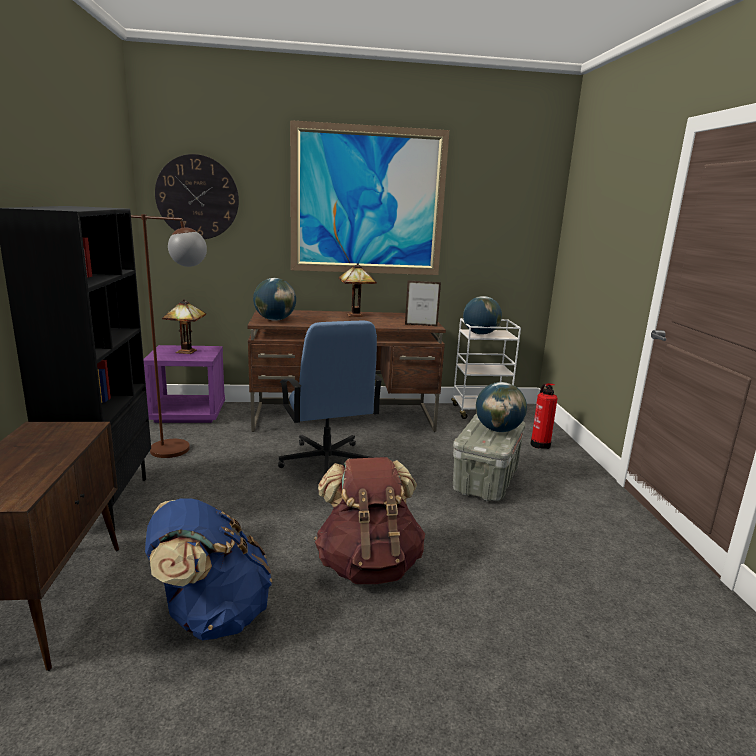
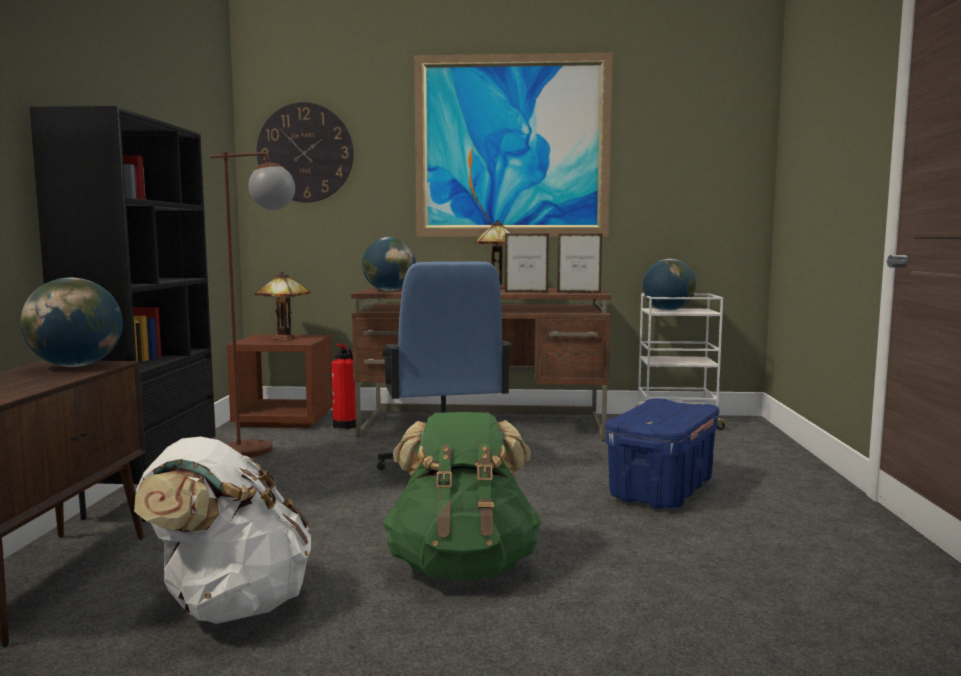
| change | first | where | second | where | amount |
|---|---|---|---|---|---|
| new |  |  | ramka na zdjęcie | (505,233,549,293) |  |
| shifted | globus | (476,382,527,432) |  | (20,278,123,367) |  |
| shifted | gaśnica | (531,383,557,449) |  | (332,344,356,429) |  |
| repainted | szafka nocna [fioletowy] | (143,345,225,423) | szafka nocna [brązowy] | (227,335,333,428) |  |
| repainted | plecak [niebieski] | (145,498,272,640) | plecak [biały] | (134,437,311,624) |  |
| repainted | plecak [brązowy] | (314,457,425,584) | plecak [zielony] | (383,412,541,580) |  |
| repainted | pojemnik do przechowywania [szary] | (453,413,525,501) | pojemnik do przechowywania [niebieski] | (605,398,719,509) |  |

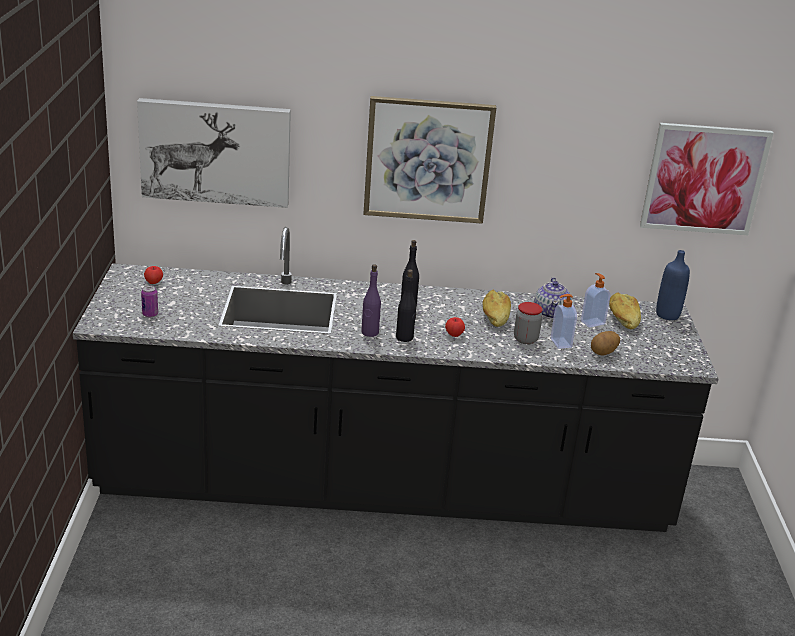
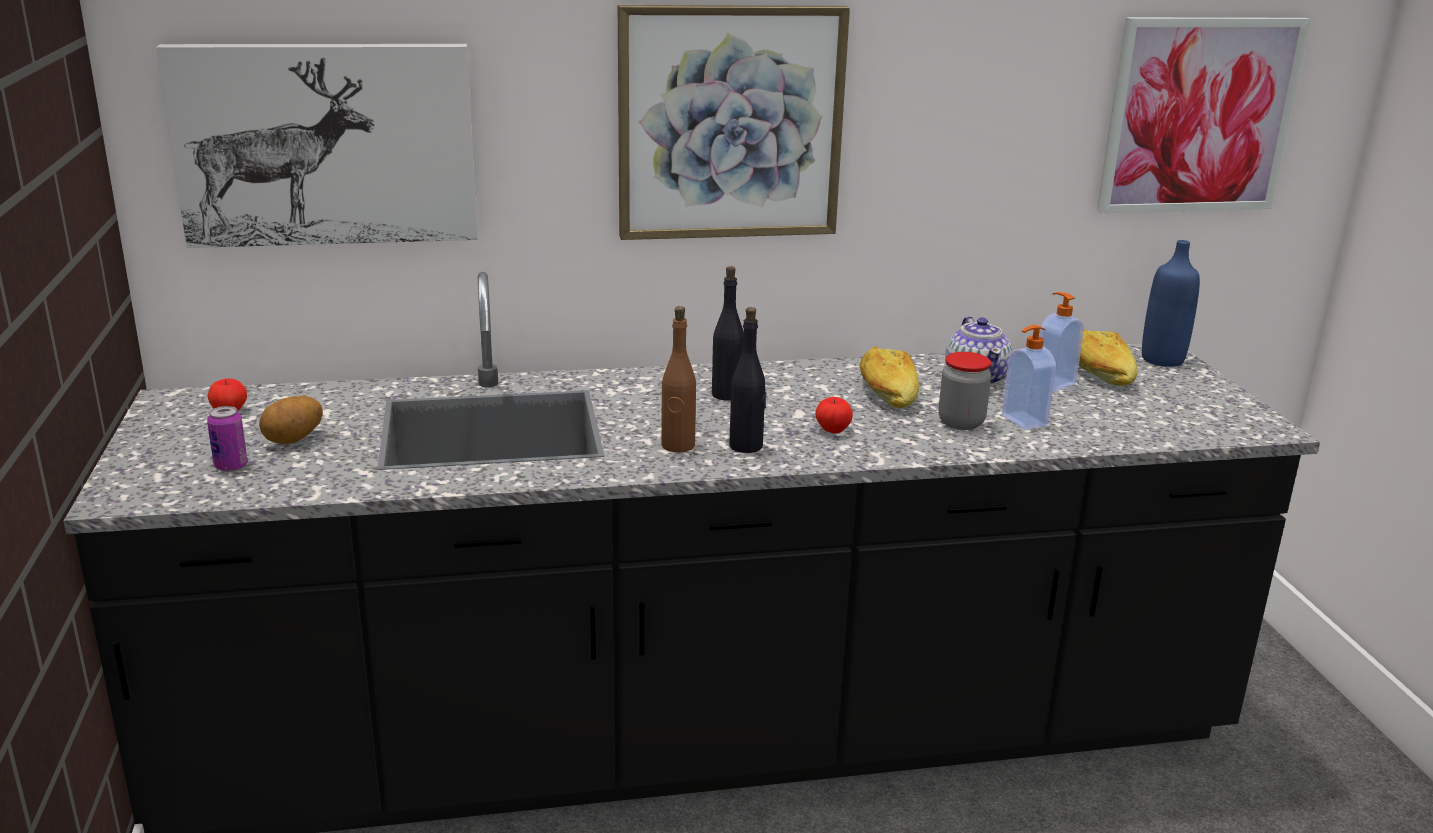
| change | first | where | second | where | amount |
|---|---|---|---|---|---|
| shifted | ziemniak | (591,331,620,355) |  | (259,396,323,444) |  |
| repainted | butelka [fioletowy] | (361,264,381,337) | butelka [brązowy] | (661,306,696,453) |  |

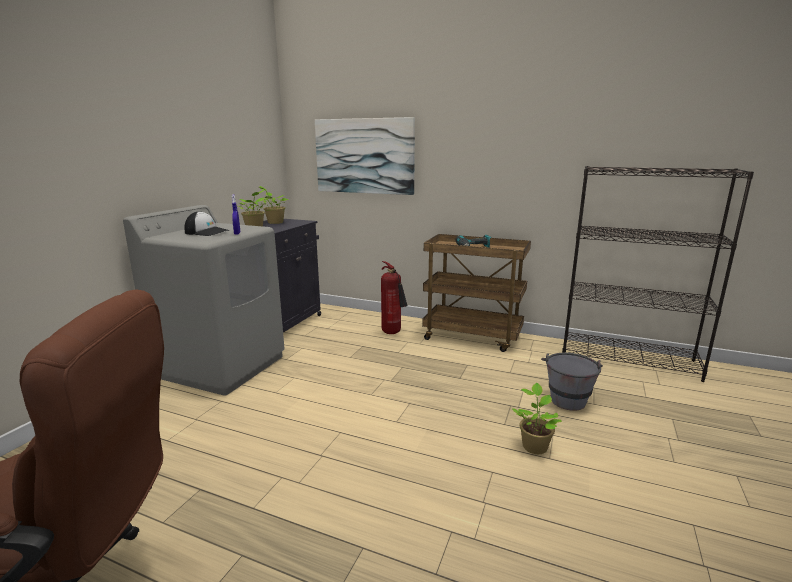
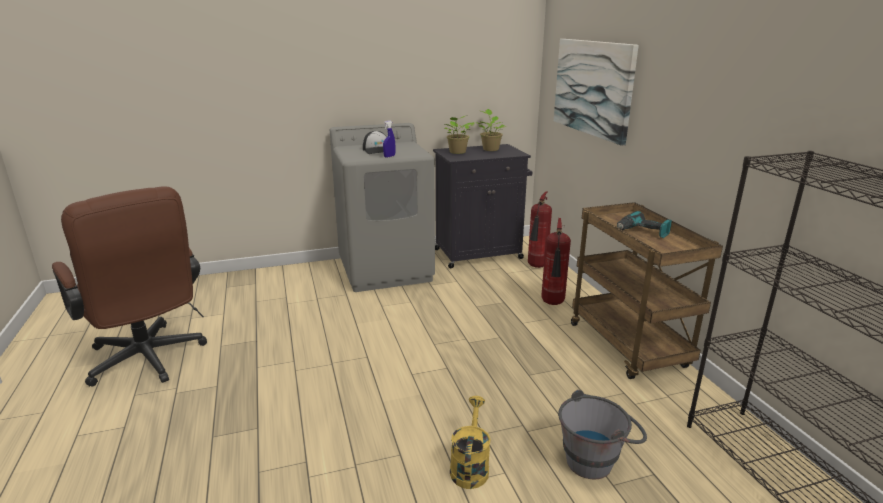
| change | first | where | second | where | amount |
|---|---|---|---|---|---|
| new |  |  | gaśnica | (528,191,552,268) |  |
| swapped | roślina doniczkowa | (512,383,562,454) | konewka [żółty] | (450,396,491,489) |  |

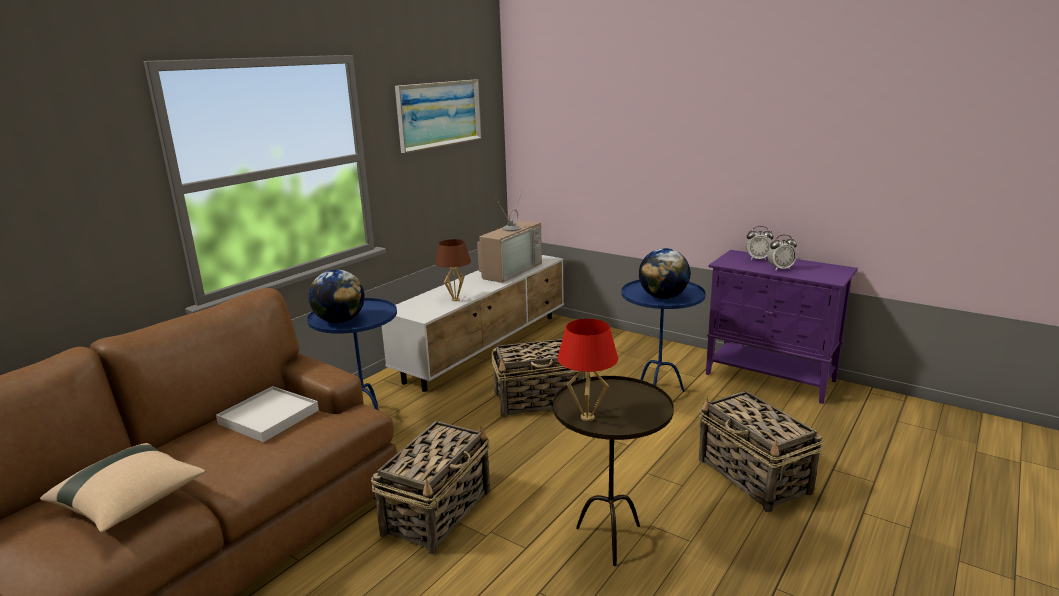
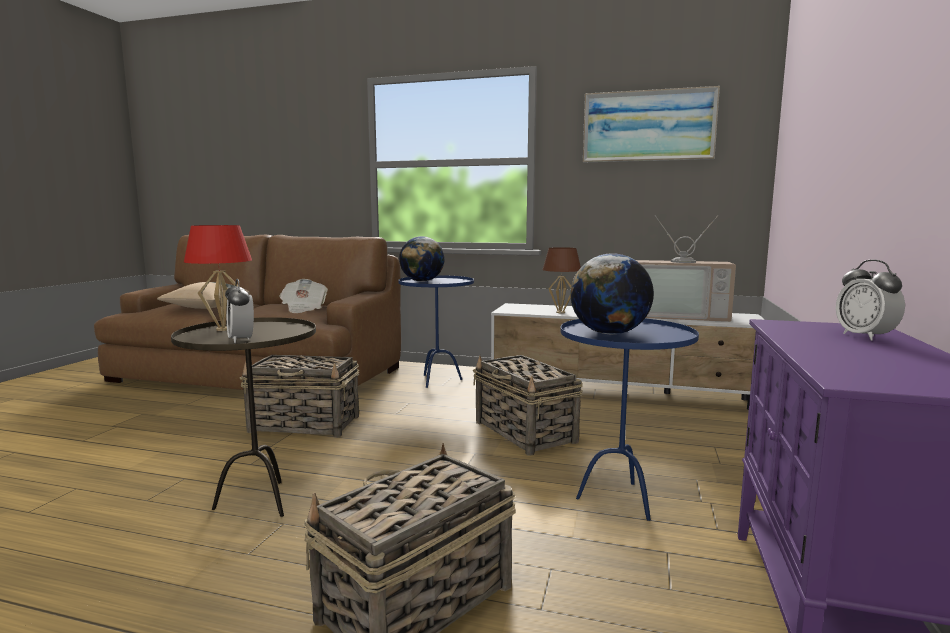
| change | first | where | second | where | amount |
|---|---|---|---|---|---|
| shifted | budzik | (768,234,797,271) |  | (225,279,254,343) |  |
| swapped | taca [biały] | (216,386,319,442) | gazeta | (279,279,328,313) |  |

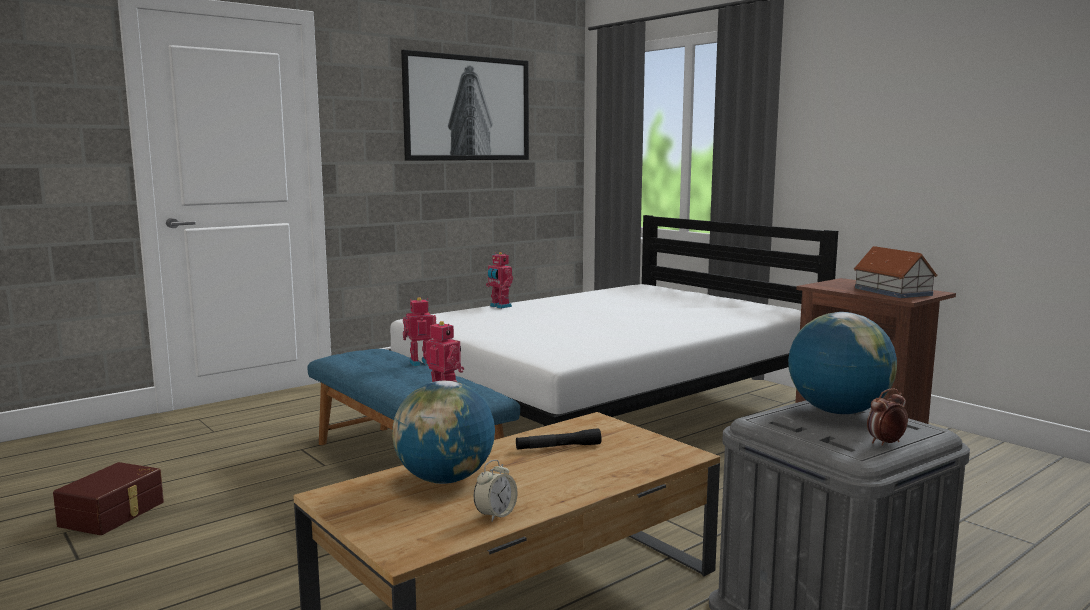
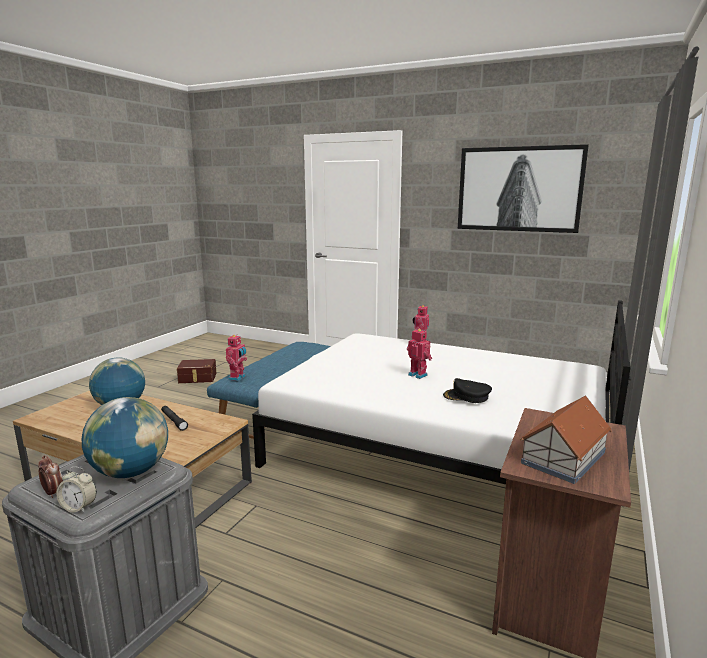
| change | first | where | second | where | amount |
|---|---|---|---|---|---|
| new |  |  | czapka z daszkiem [czarny] | (443,378,492,403) |  |
| shifted | robot zabawkowy | (403,297,436,367) |  | (407,328,432,379) |  |
| shifted | budzik | (474,460,517,522) |  | (56,467,97,513) |  |

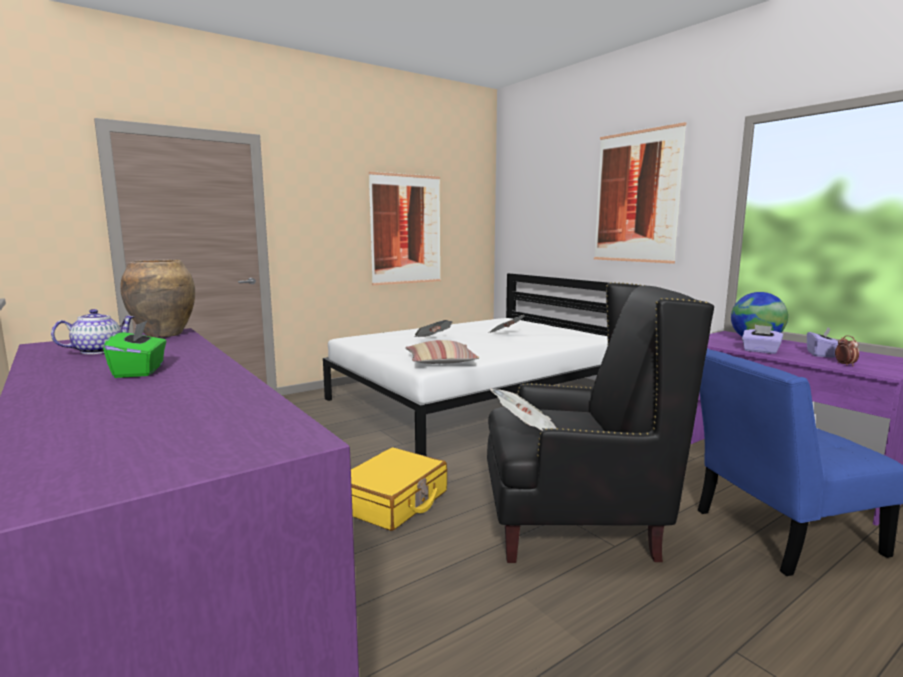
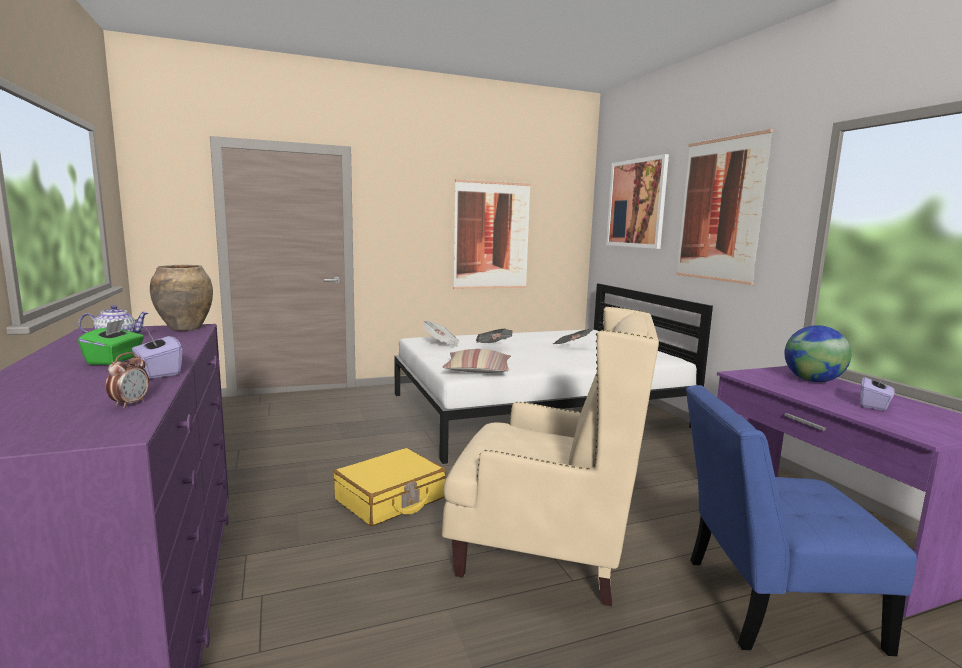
| change | first | where | second | where | amount |
|---|---|---|---|---|---|
| new |  |  | obraz | (606,154,669,249) |  |
| shifted | gazeta | (490,388,556,431) |  | (423,321,459,347) |  |
| shifted | pudełko chusteczek [fioletowy] | (742,325,783,354) |  | (132,328,182,379) |  |
| shifted | budzik | (835,335,859,367) |  | (106,352,149,408) |  |
| repainted | fotel [czarny] | (487,282,714,563) | fotel [beżowy] | (442,306,659,606) |  |

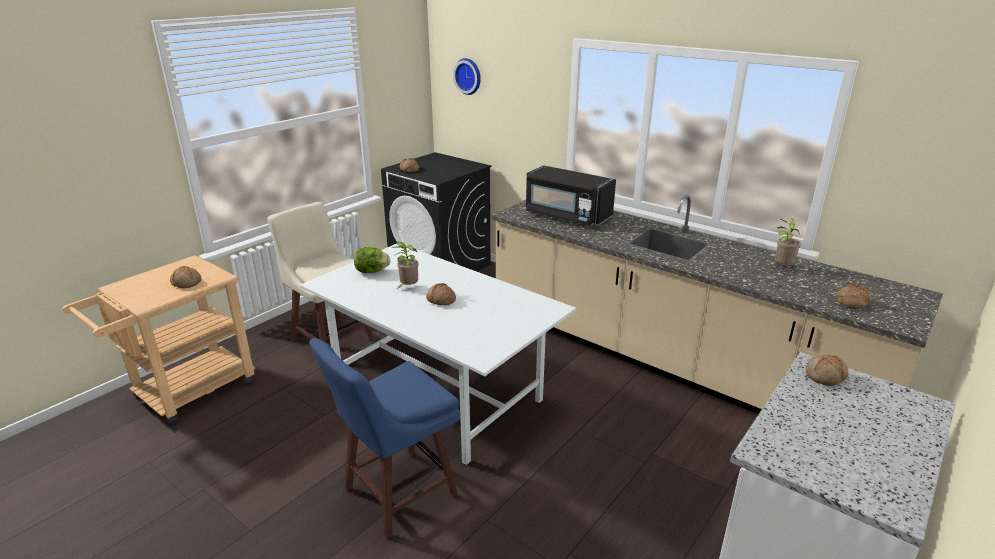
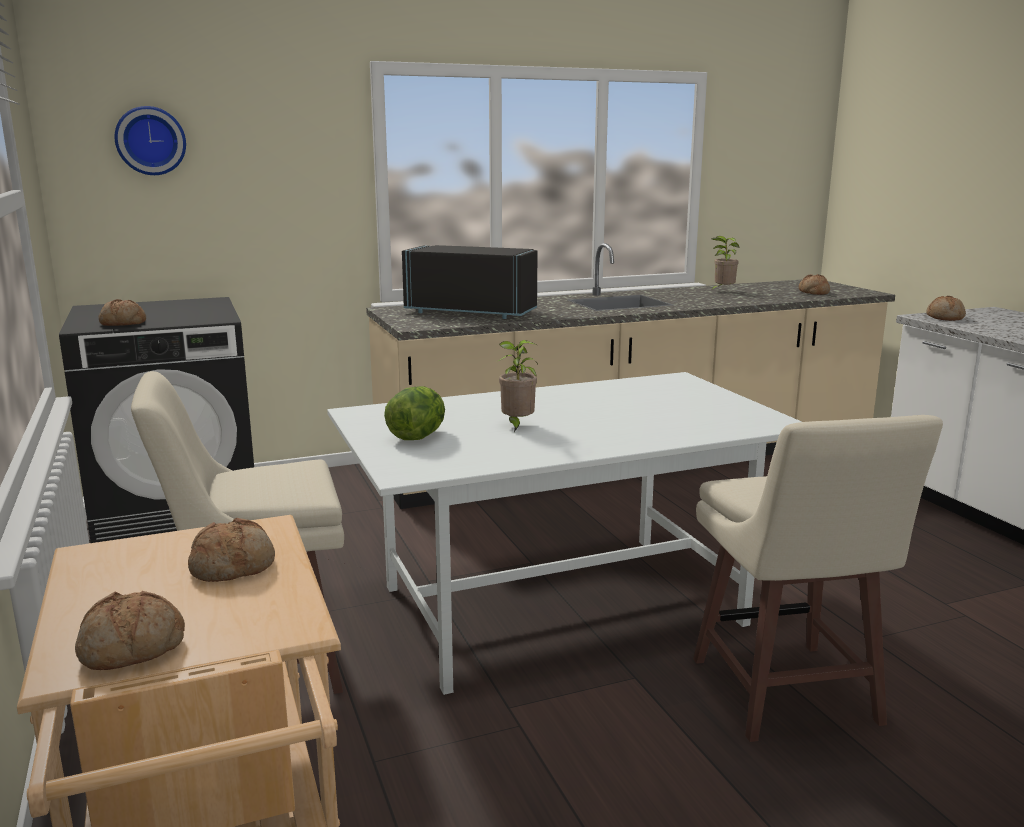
| change | first | where | second | where | amount |
|---|---|---|---|---|---|
| shifted | chleb | (426,283,456,305) |  | (75,591,185,670) |  |
| repainted | stołek [niebieski] | (309,338,460,539) | stołek [beżowy] | (693,415,943,742) |  |
| rotated | mikrofalówka [czarny] | (526,165,616,226) |  | (402,245,538,319) | 135 degrees counterclockwise |

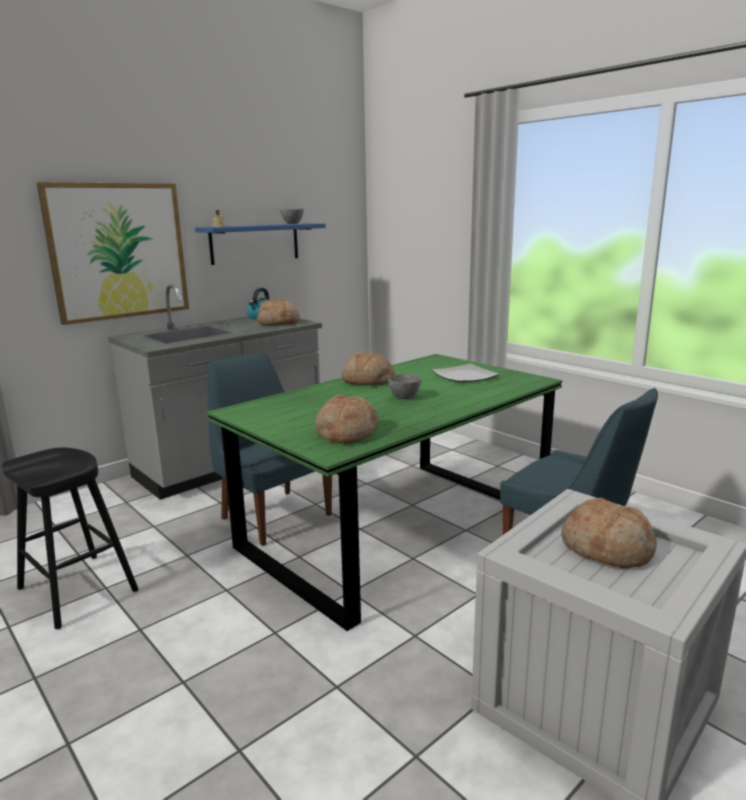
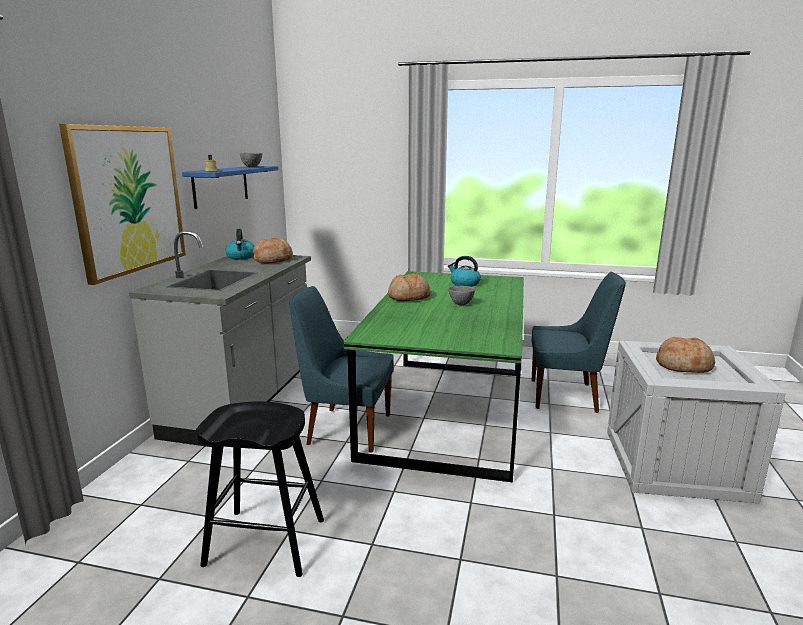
| change | first | where | second | where | amount |
|---|---|---|---|---|---|
| gone | chleb | (315,394,378,443) |  |  |  |
| swapped | talerz | (432,364,499,382) | czajnik | (448,256,481,287) |  |

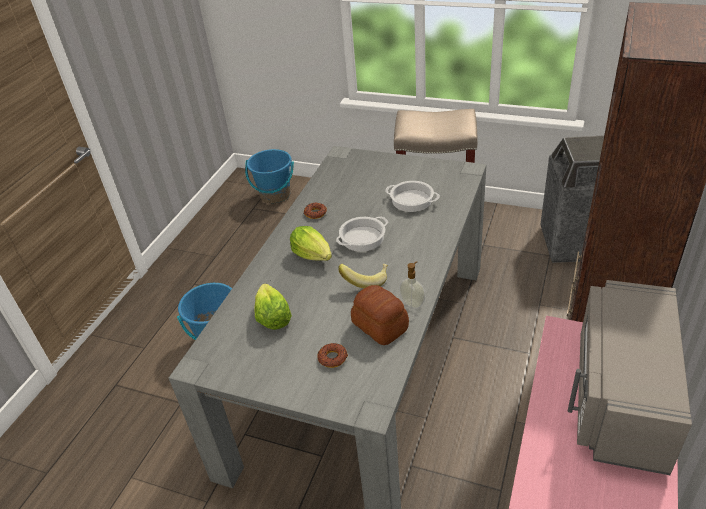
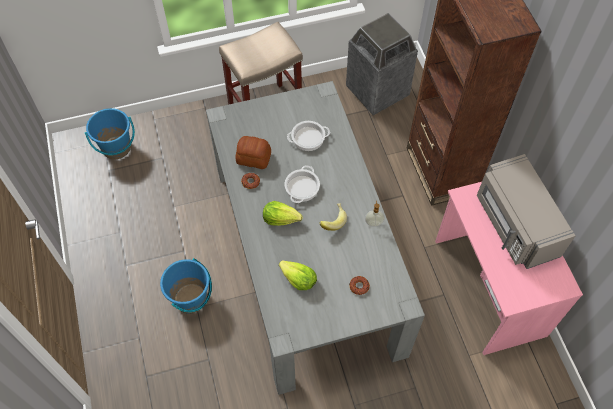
| change | first | where | second | where | amount |
|---|---|---|---|---|---|
| shifted | chleb | (351,285,409,345) |  | (236,136,271,169) |  |

